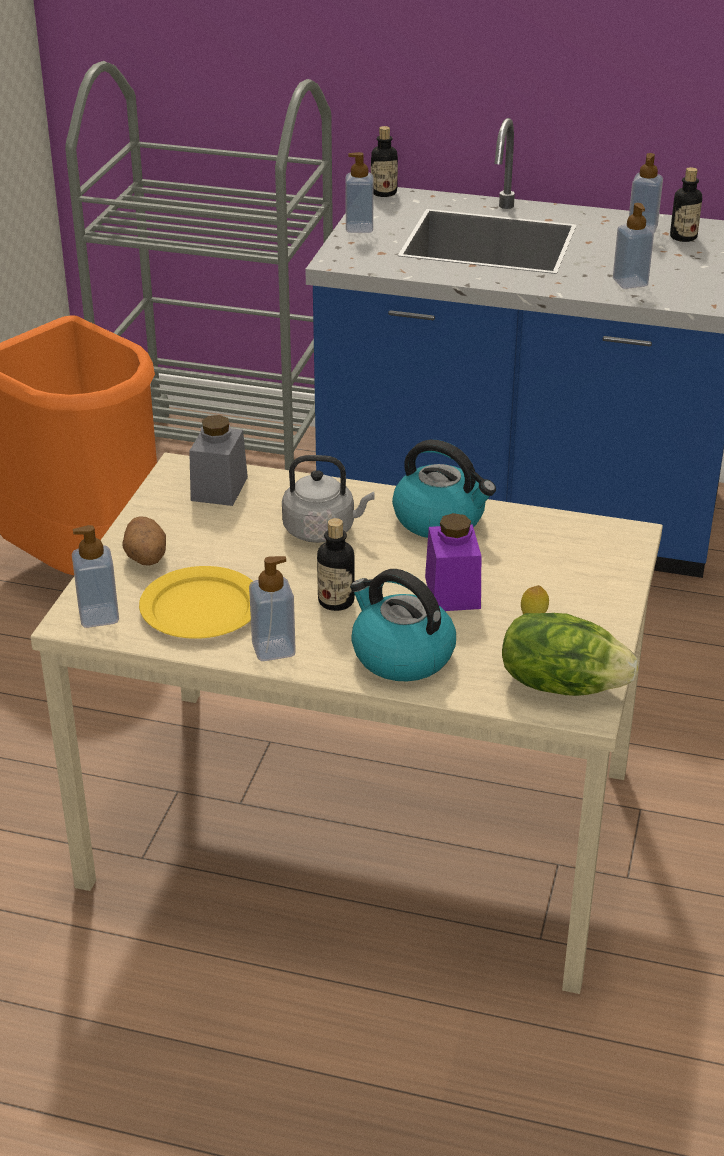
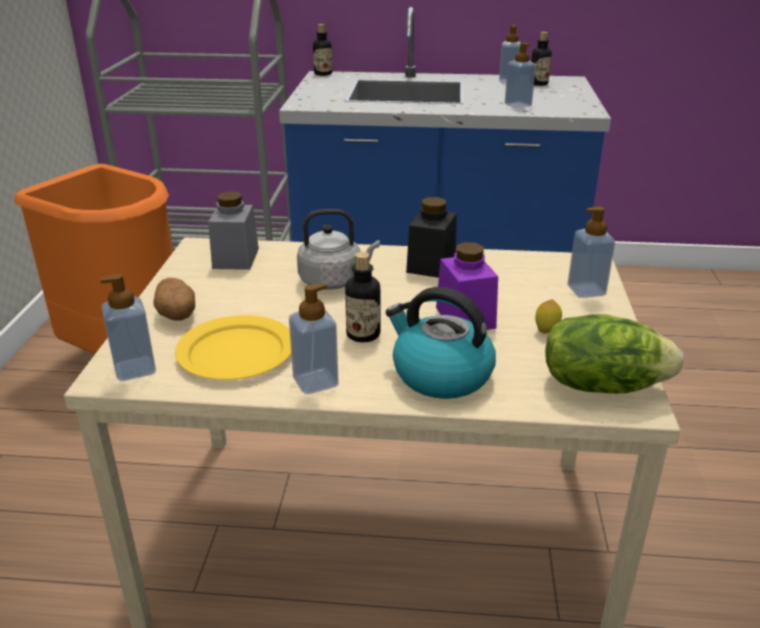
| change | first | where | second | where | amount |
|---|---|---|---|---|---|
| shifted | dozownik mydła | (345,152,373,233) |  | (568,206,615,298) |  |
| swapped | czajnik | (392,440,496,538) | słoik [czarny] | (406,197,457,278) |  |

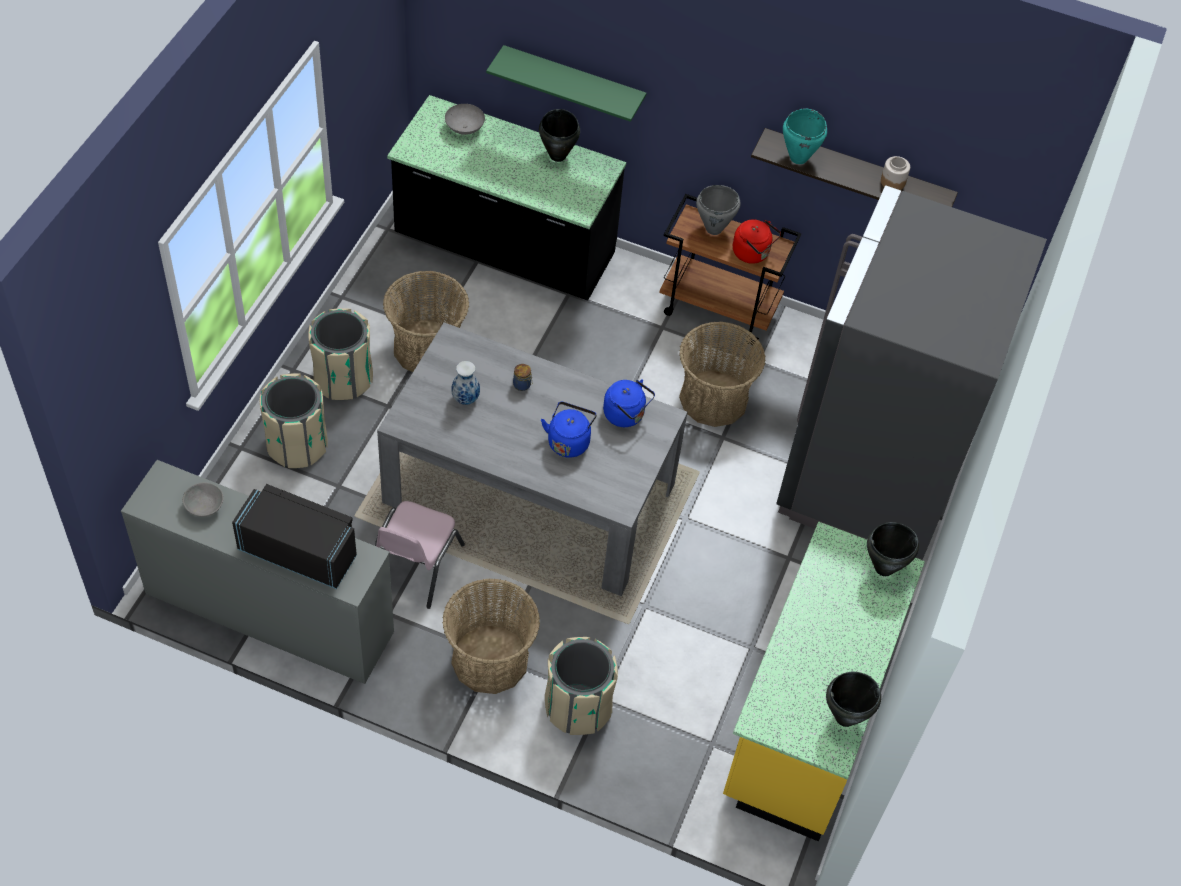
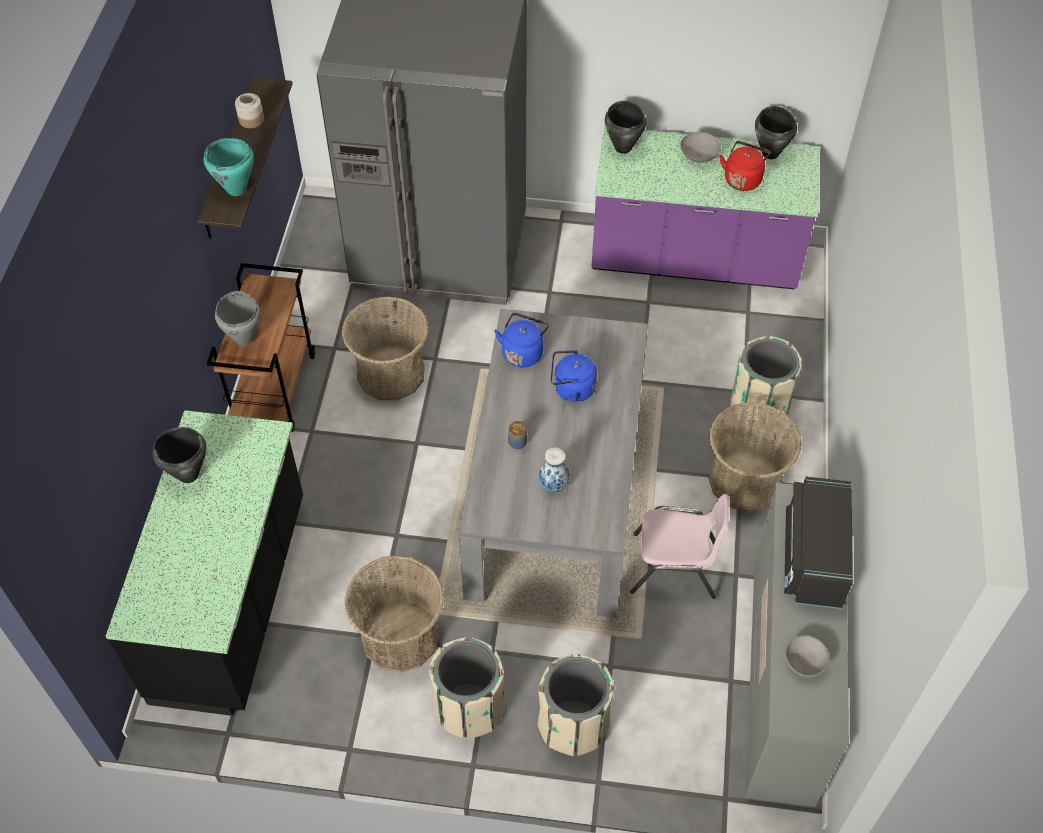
| change | first | where | second | where | amount |
|---|---|---|---|---|---|
| gone | półka [zielony] | (486,45,647,122) |  |  |  |
| shifted | miska [szary] | (445,104,485,135) |  | (680,132,721,163) |  |
| shifted | czajnik [czerwony] | (733,220,781,264) |  | (720,141,771,191) |  |
| repainted | zabudowa kuchenna [żółty] | (723,522,925,842) | zabudowa kuchenna [fioletowy] | (591,127,819,289) |  |

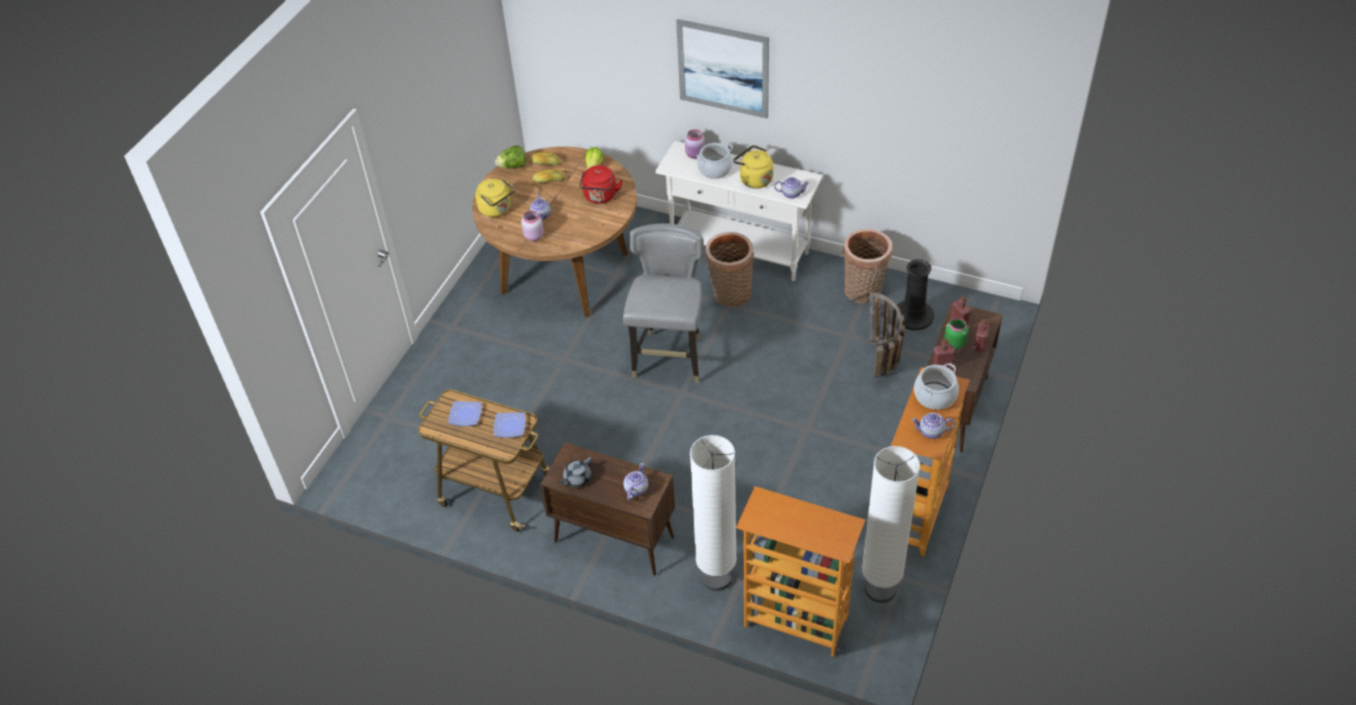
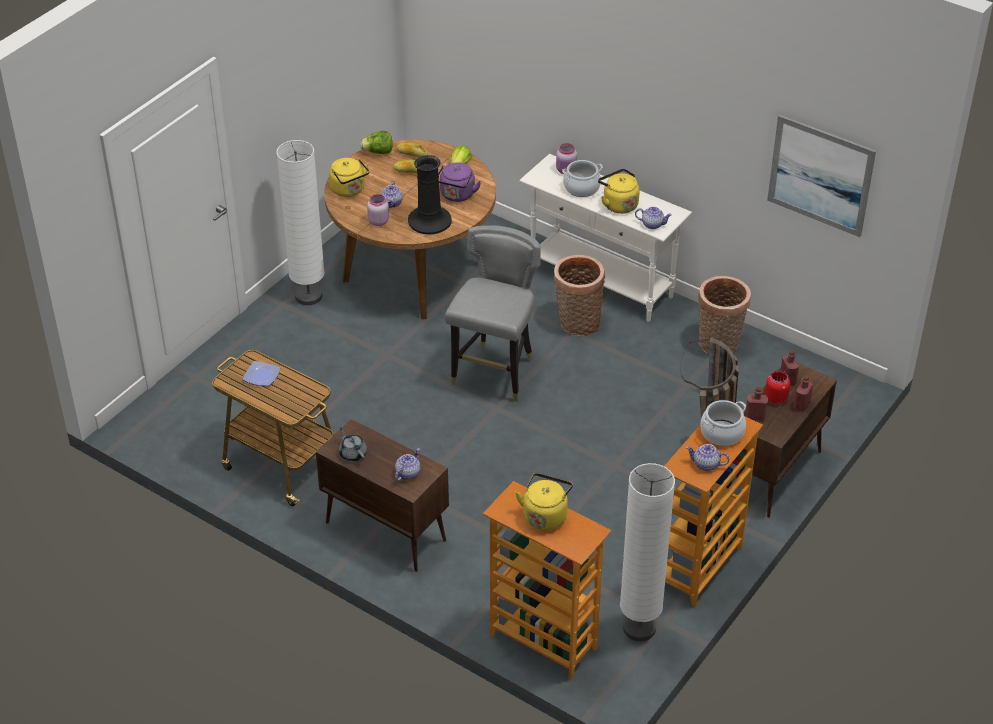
| change | first | where | second | where | amount |
|---|---|---|---|---|---|
| gone | talerz | (493,412,526,438) |  |  |  |
| new |  |  | czajnik [żółty] | (515,473,573,531) |  |
| shifted | obraz | (676,19,769,118) |  | (767,115,876,237) |  |
| shifted | lampa stojąca [biały] | (690,435,737,591) |  | (276,140,325,305) |  |
| shifted | wazon [czarny] | (897,259,934,331) |  | (408,155,452,235) |  |
| repainted | czajnik [czerwony] | (579,165,623,204) | czajnik [fioletowy] | (438,162,481,202) |  |
| repainted | słoik [zielony] | (944,318,969,350) | słoik [czerwony] | (765,370,790,404) |  |
| rotated | imbryk [szary] | (558,457,592,487) |  | (339,428,367,462) | 90 degrees clockwise |

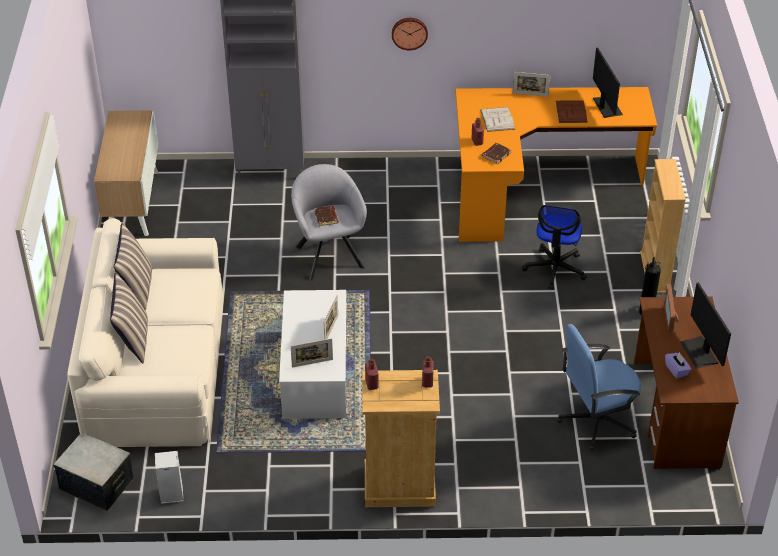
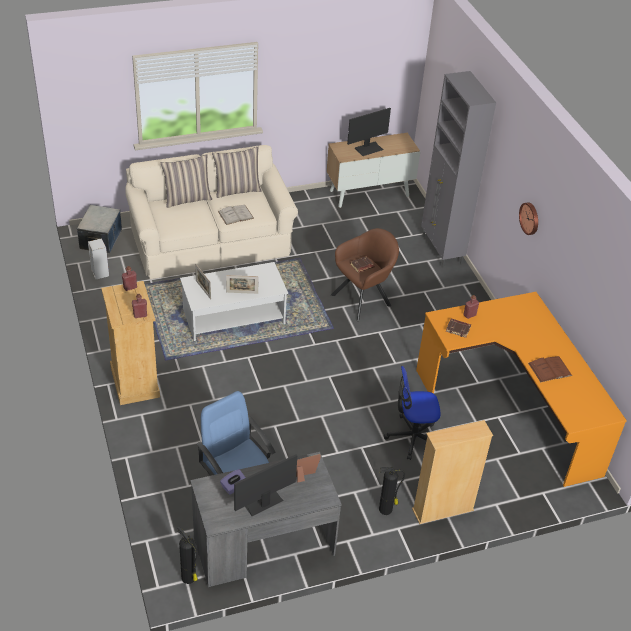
| change | first | where | second | where | amount |
|---|---|---|---|---|---|
| gone | ramka na zdjęcie | (513,72,550,97) |  |  |  |
| new |  |  | gaśnica | (177,527,198,584) |  |
| shifted | książka [biały] | (480,107,515,132) |  | (218,205,254,225) |  |
| shifted | monitor | (593,48,623,118) |  | (347,108,391,156) |  |
| repainted | fotel [szary] | (291,164,367,280) | fotel [brązowy] | (331,228,399,321) |  |
| repainted | biurko [brązowy] | (634,297,739,469) | biurko [szary] | (190,452,342,587) |  |

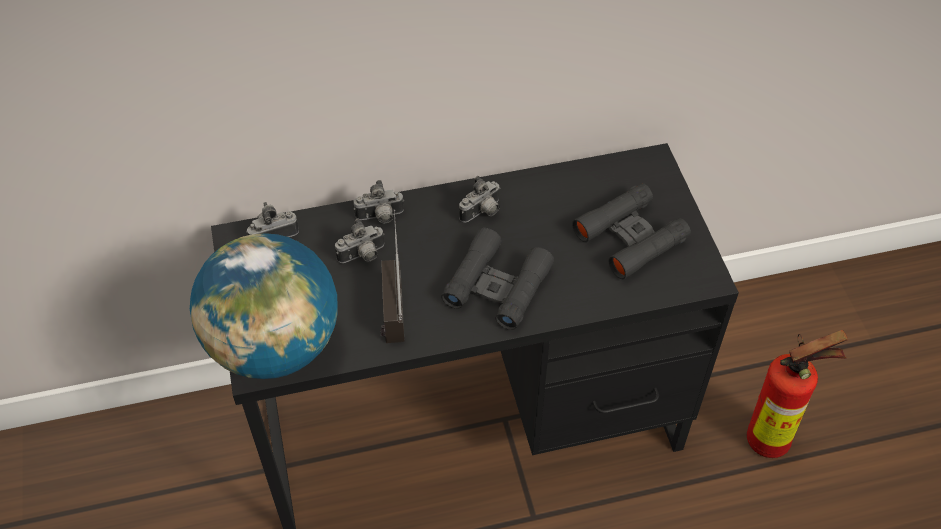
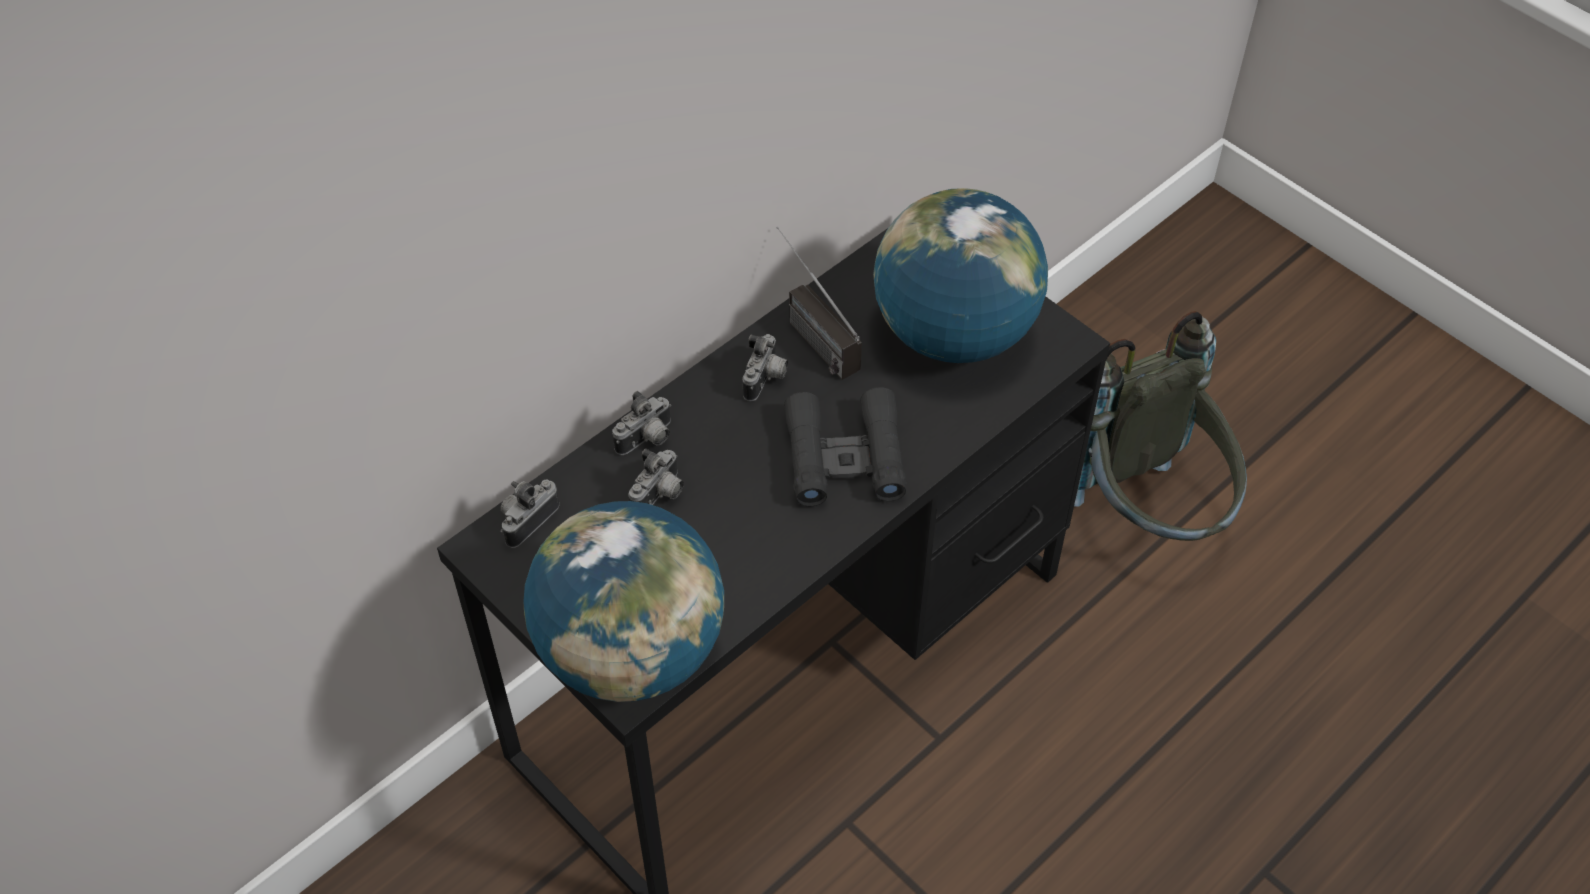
| change | first | where | second | where | amount |
|---|---|---|---|---|---|
| shifted | radio | (380,210,404,343) |  | (777,227,862,380) |  |
| swapped | lornetka [czarny] | (572,183,691,280) | globus | (873,188,1048,363) |  |
| swapped | gaśnica | (747,330,848,458) | plecak [szary] | (1074,311,1247,541) |  |

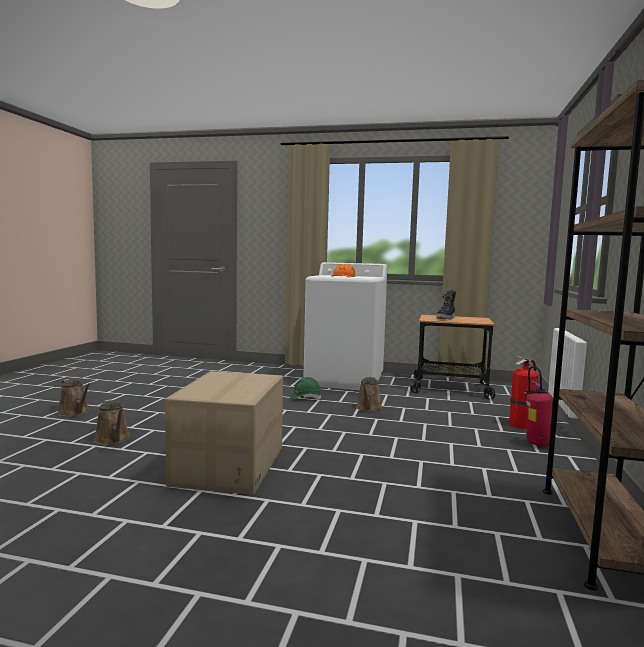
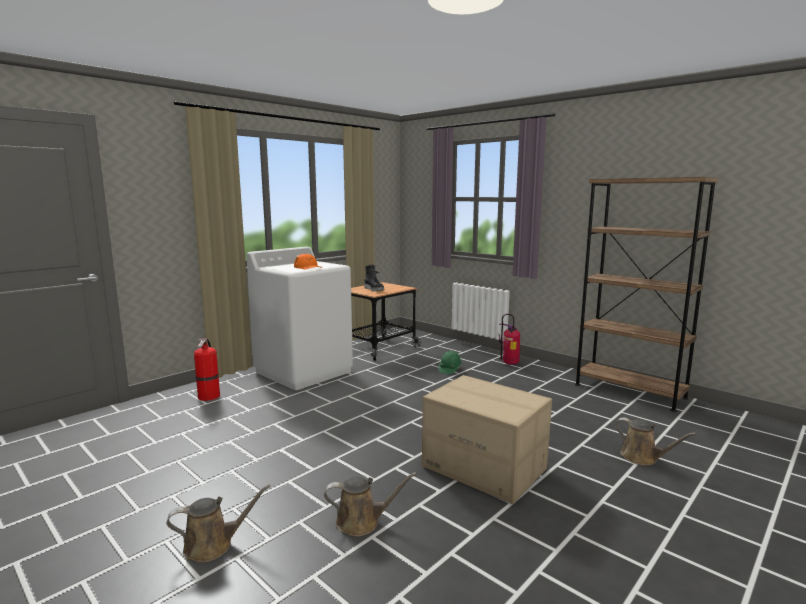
| change | first | where | second | where | amount |
|---|---|---|---|---|---|
| shifted | kask [zielony] | (290,377,322,399) |  | (439,351,462,375) |  |
| shifted | konewka [brązowy] | (356,377,383,411) |  | (615,418,696,465) |  |
| shifted | gaśnica | (509,356,538,429) |  | (194,339,220,401) |  |

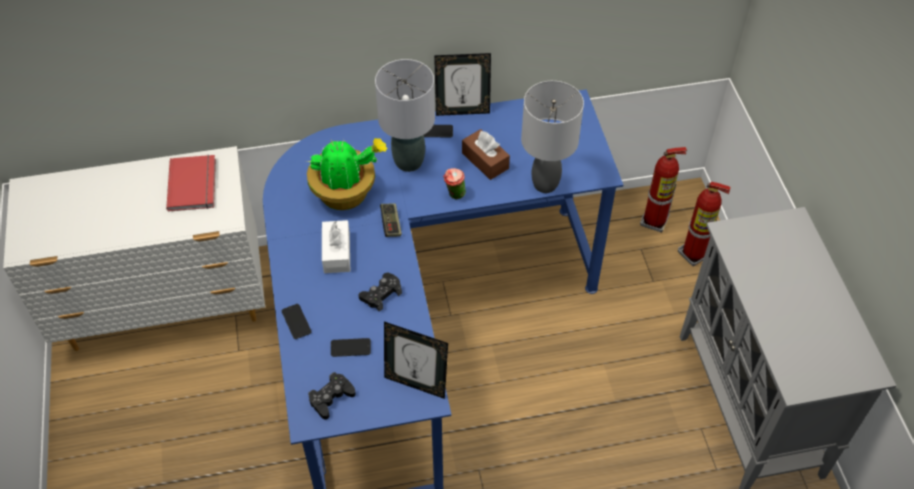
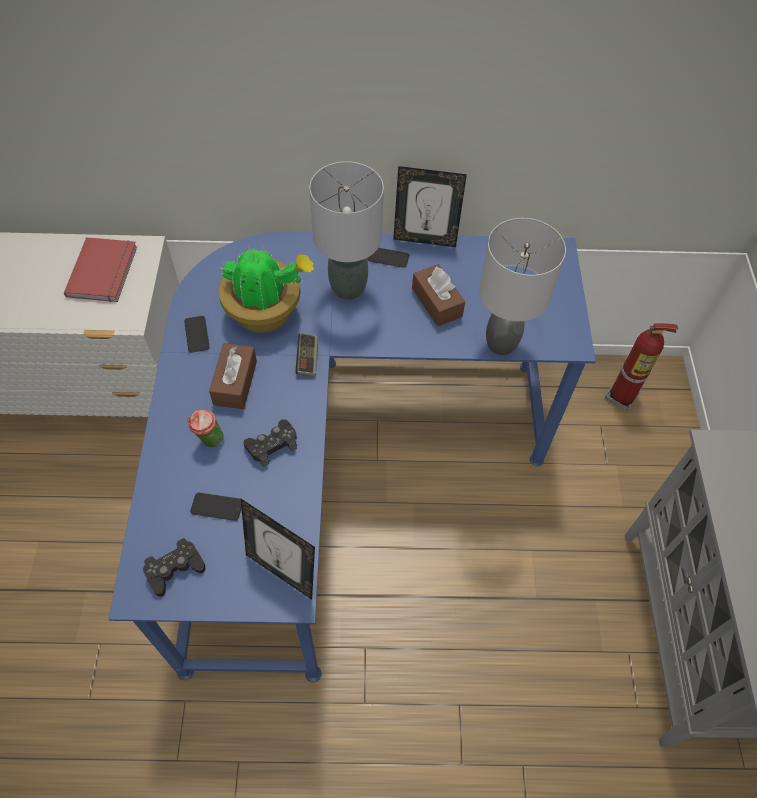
| change | first | where | second | where | amount |
|---|---|---|---|---|---|
| gone | gaśnica | (678,182,731,266) |  |  |  |
| shifted | telefon | (282,304,311,339) |  | (184,316,210,353) |  |
| shifted | filiżanka | (443,168,466,200) |  | (187,410,224,447) |  |
| repainted | pudełko chusteczek [biały] | (322,220,350,273) | pudełko chusteczek [brązowy] | (209,343,257,409) |  |

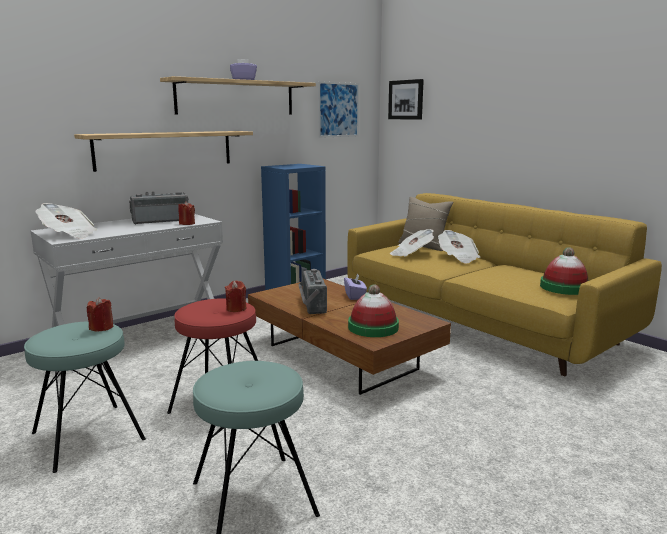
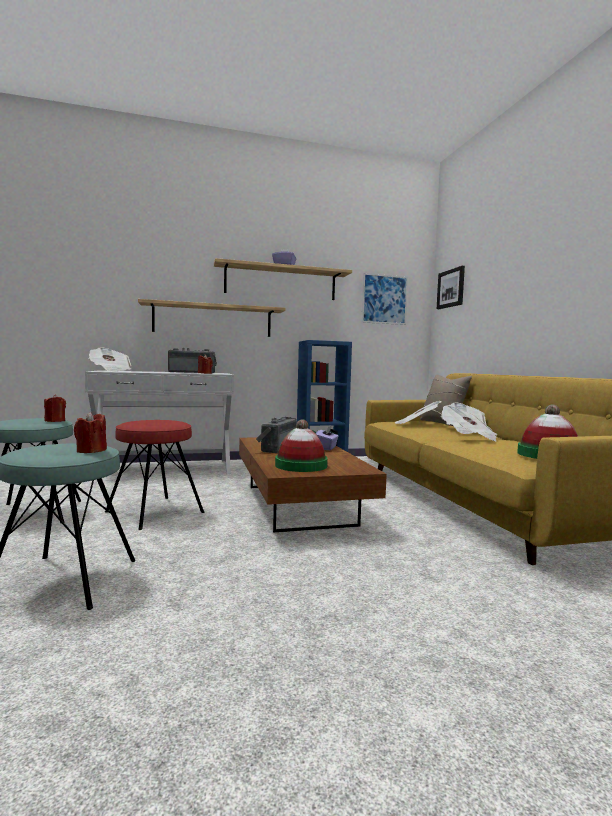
| change | first | where | second | where | amount |
|---|---|---|---|---|---|
| new |  |  | gazeta | (447,405,497,441) |  |
| shifted | świeca [czerwony] | (225,280,246,312) |  | (74,412,107,453) |  |

